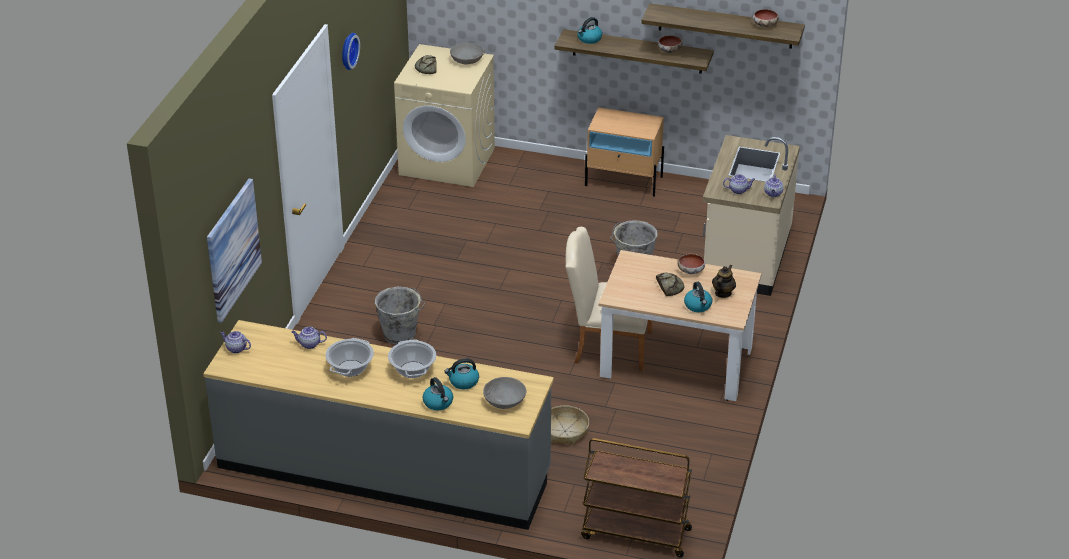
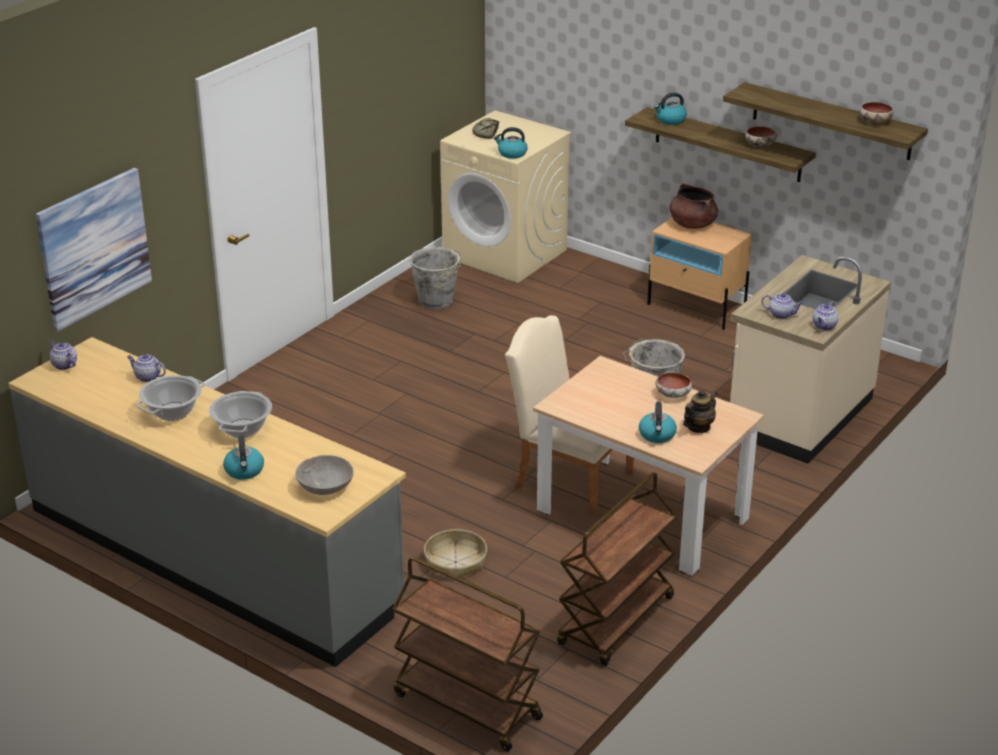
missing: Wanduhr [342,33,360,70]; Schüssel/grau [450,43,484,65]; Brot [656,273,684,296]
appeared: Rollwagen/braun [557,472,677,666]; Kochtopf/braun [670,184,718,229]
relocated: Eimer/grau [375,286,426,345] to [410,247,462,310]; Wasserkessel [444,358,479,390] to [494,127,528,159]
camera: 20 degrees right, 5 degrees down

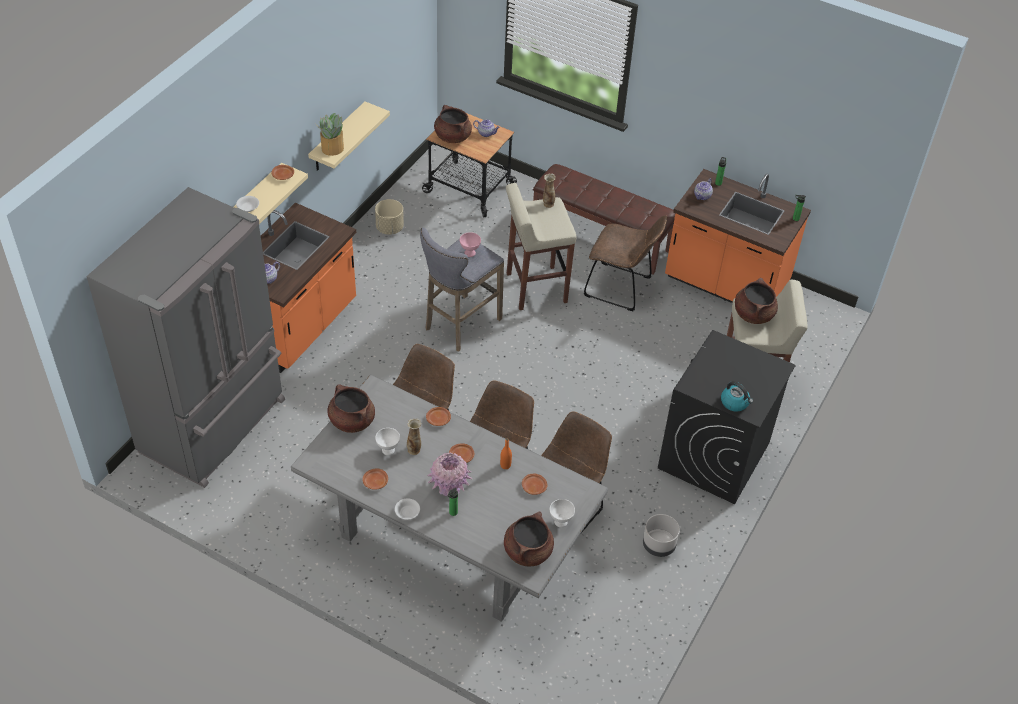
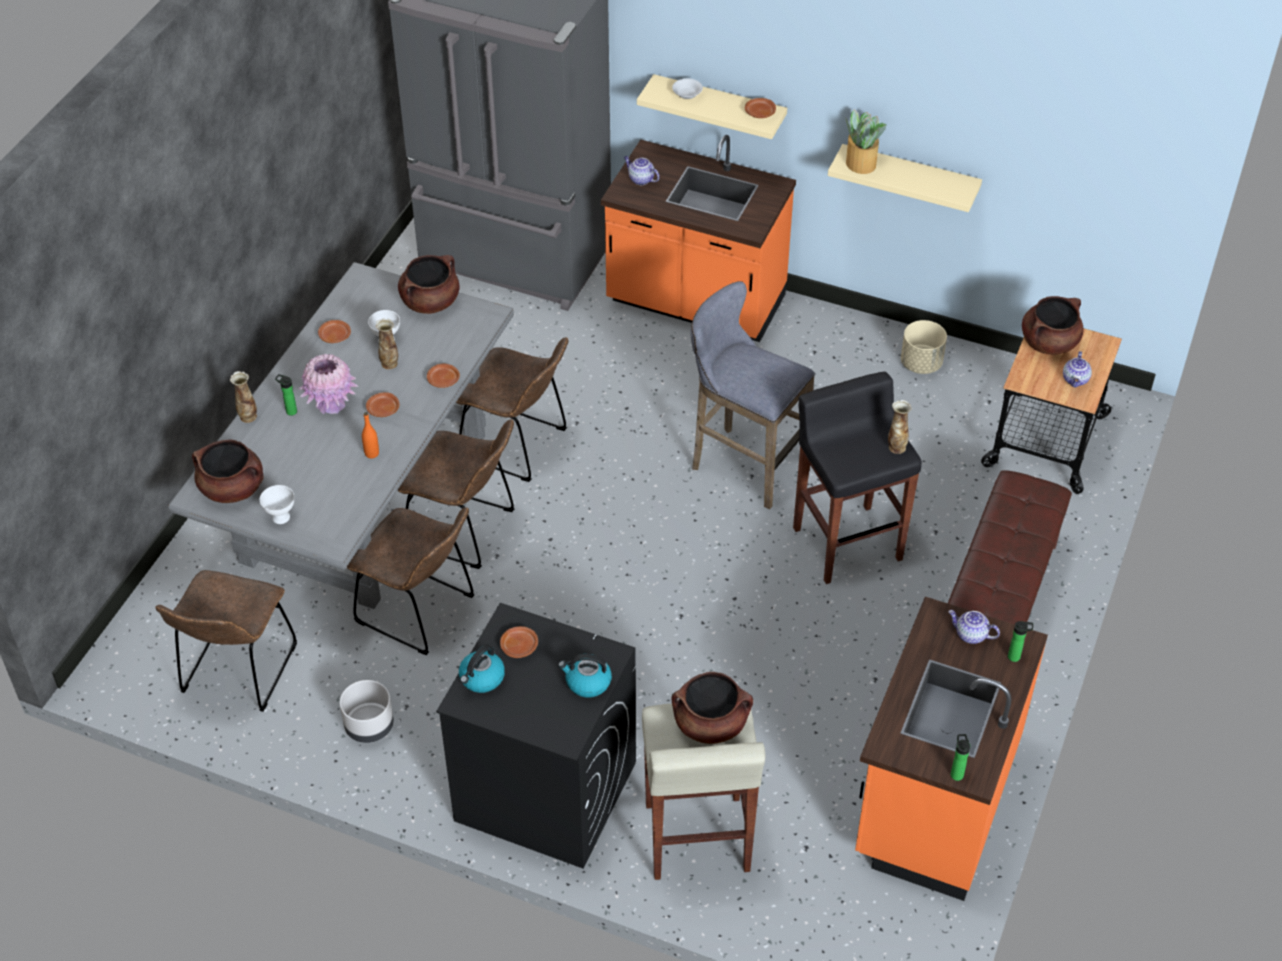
missing: Schüssel/weiß [395,498,420,520]; Schüssel/rosa [460,232,481,257]
appeared: Vase [230,371,257,423]; Wasserkessel [558,654,612,698]
relocated: Teller/braun [522,474,547,495] to [500,626,538,658]; Stuhl/braun [584,215,667,311] to [156,570,297,712]
colour: Hocker/beige [506,183,576,310] to Hocker/schwarz [793,372,922,584]
camera: 85 degrees right, 0 degrees up

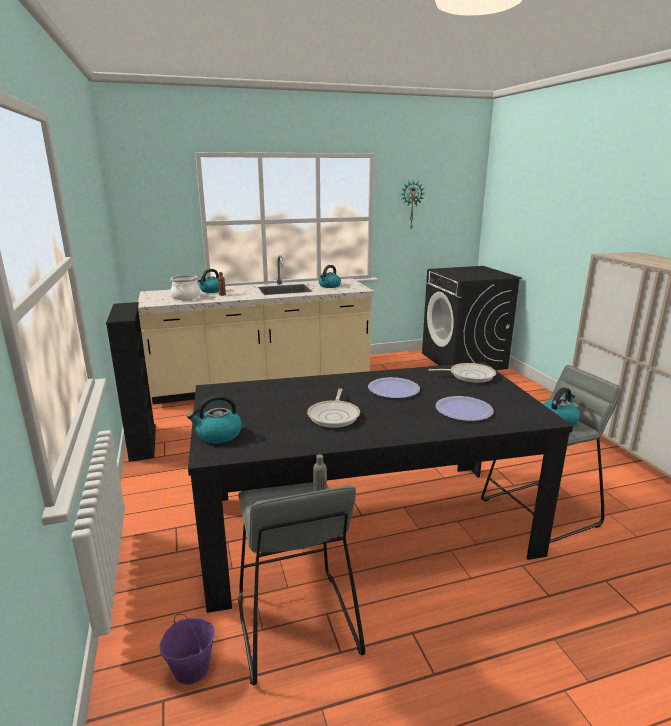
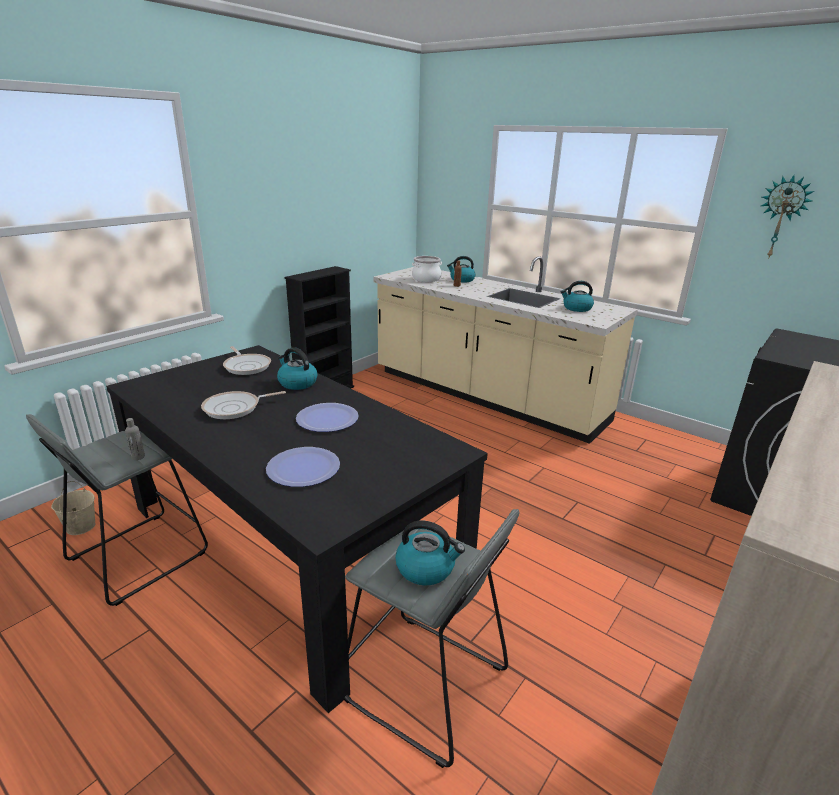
relocated: Wasserkessel [187,395,242,444] to [277,347,318,390]; Pfanne [428,363,496,383] to [223,346,271,375]
colour: Eimer/lila [160,614,215,685] to Eimer/beige [51,481,95,535]
camera: 55 degrees right, 5 degrees up

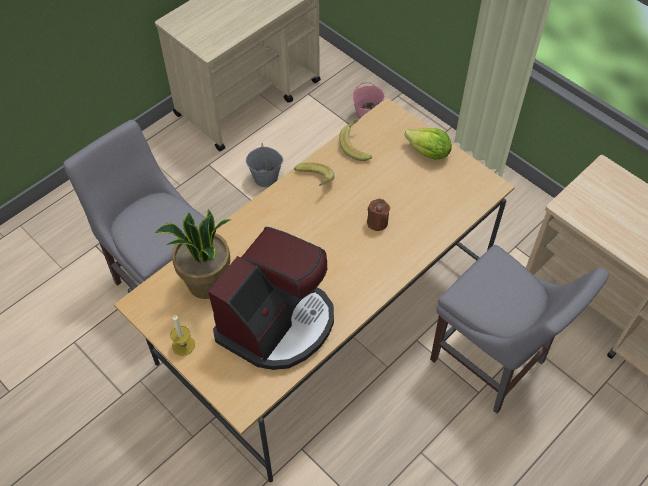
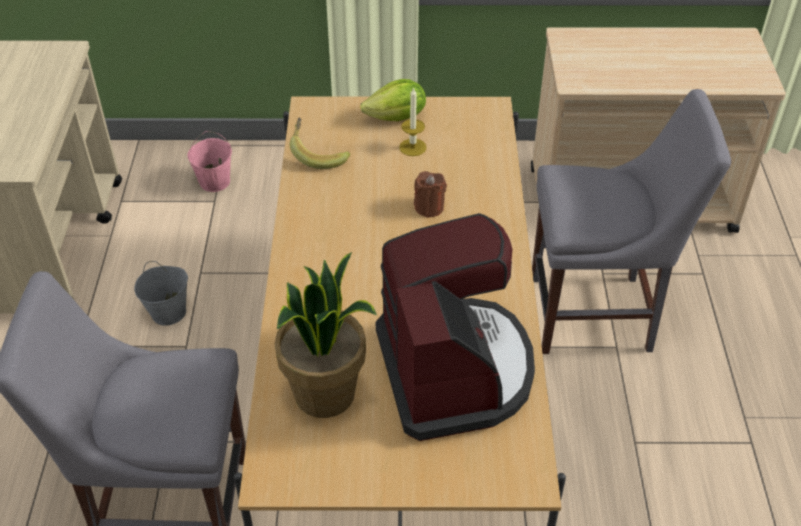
missing: Banane [294,162,334,186]
relocated: Kerze [170,315,195,356] to [399,87,427,156]
camera: 45 degrees left, 10 degrees down

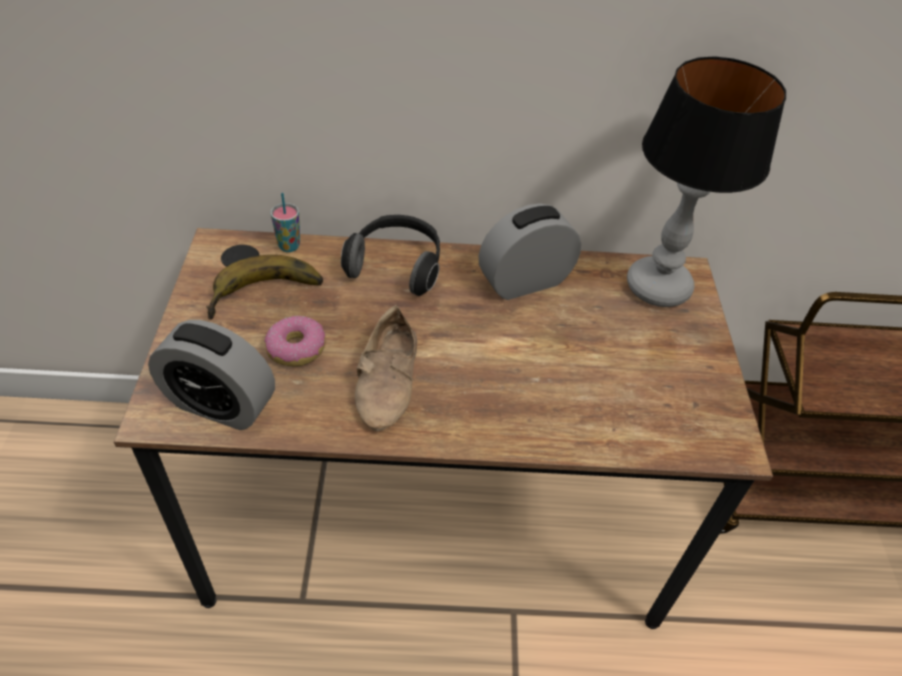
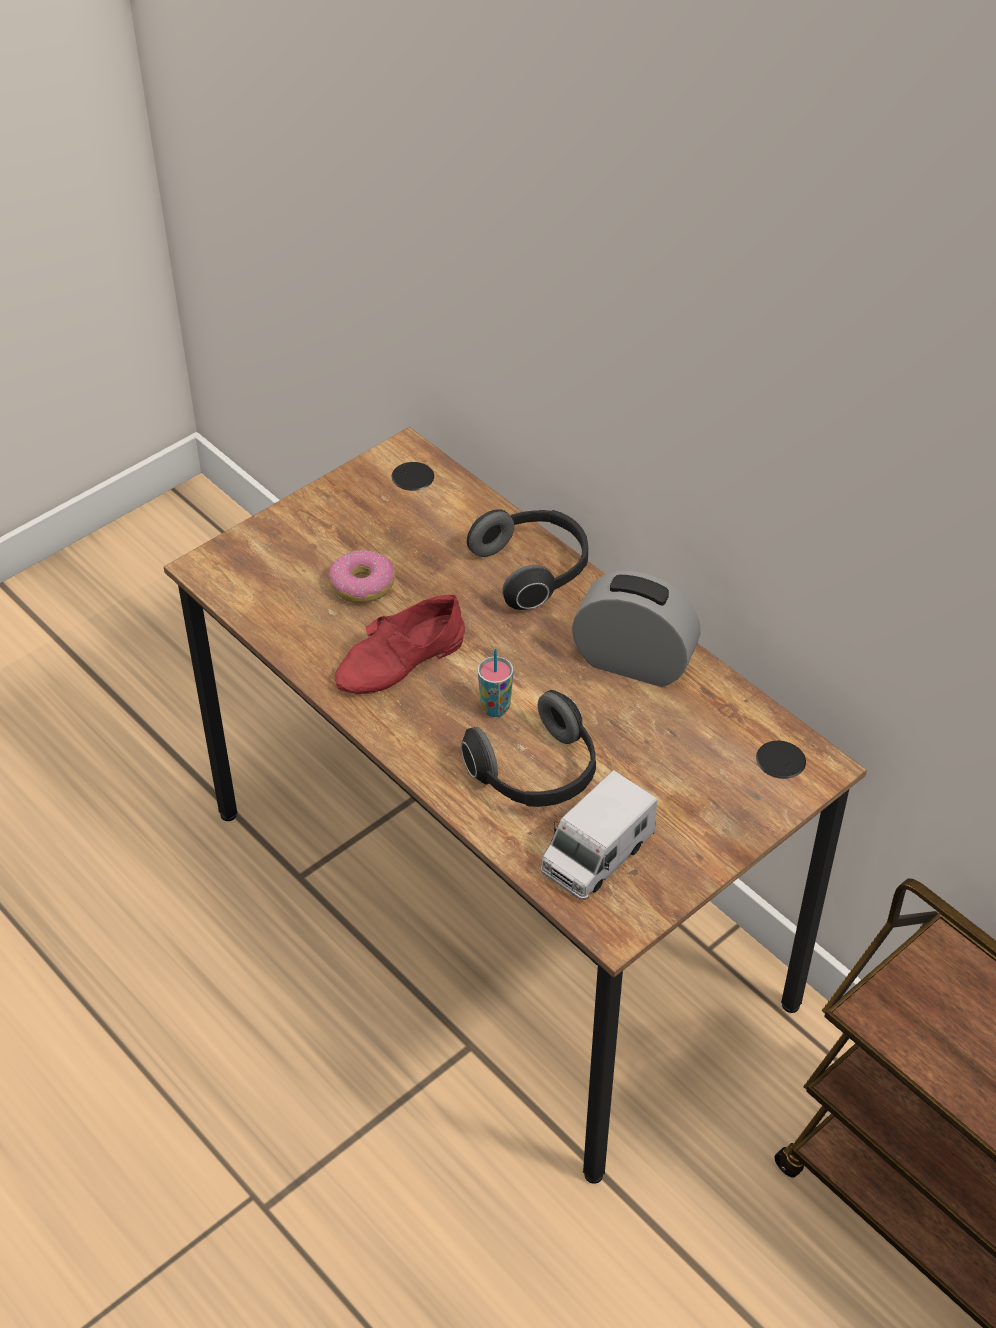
missing: Wecker [148,320,275,430]; Banane [206,255,323,320]; Tischlampe [627,56,786,307]
appeared: Kopfhörer [461,690,596,807]; Spielzeuglaster [541,770,657,900]
relocated: Tasse [270,193,300,252] to [477,649,513,717]
colour: Schuh/beige [355,305,417,431] to Schuh/rot [335,595,465,694]
camera: 50 degrees right, 0 degrees up

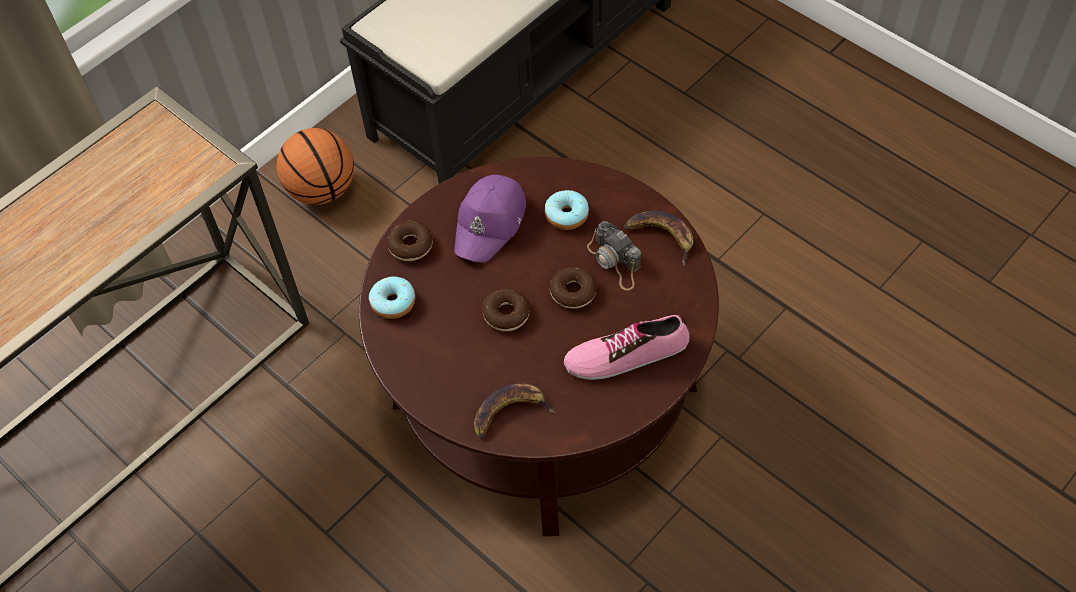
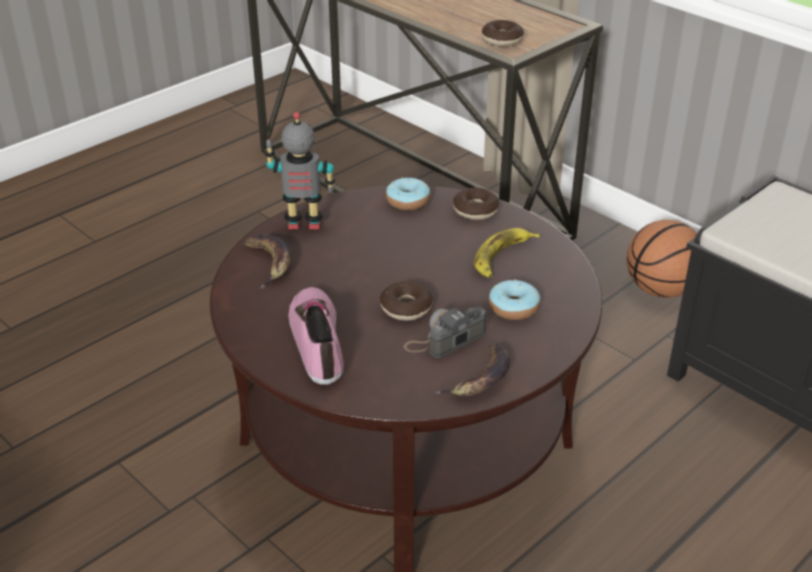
appeared: Spielzeugroboter [265,112,335,229]
relocated: Donut [482,288,530,332] to [482,20,524,46]
exchanged: Kappe/lila [454,175,526,262] to Banane [474,228,540,278]
camera: 90 degrees right, 20 degrees down

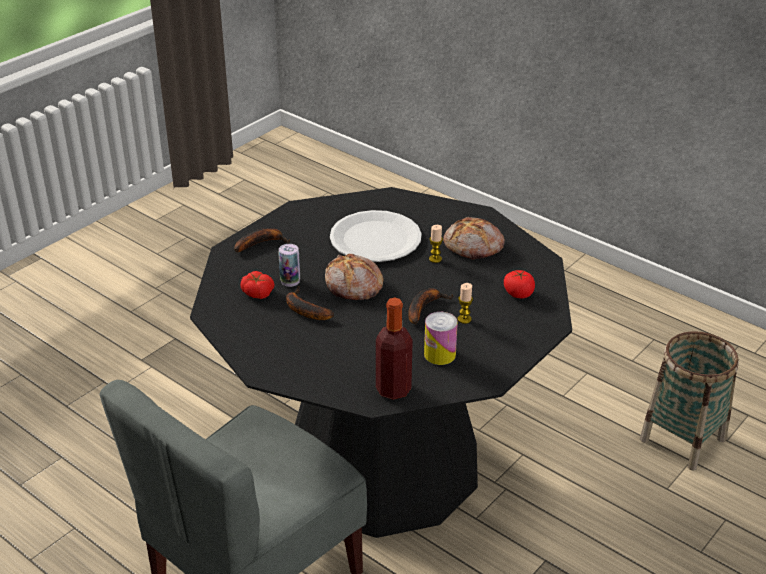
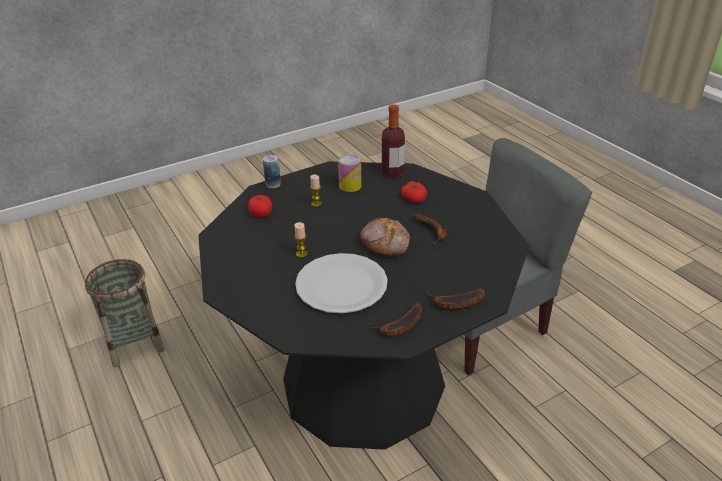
missing: Brot [443,217,505,260]
relocated: Tomate [240,271,274,299] to [401,181,427,203]; Dose [278,244,300,287] to [263,155,281,188]; Banane [408,288,454,324] to [368,302,422,337]
camera: 160 degrees left, 0 degrees up

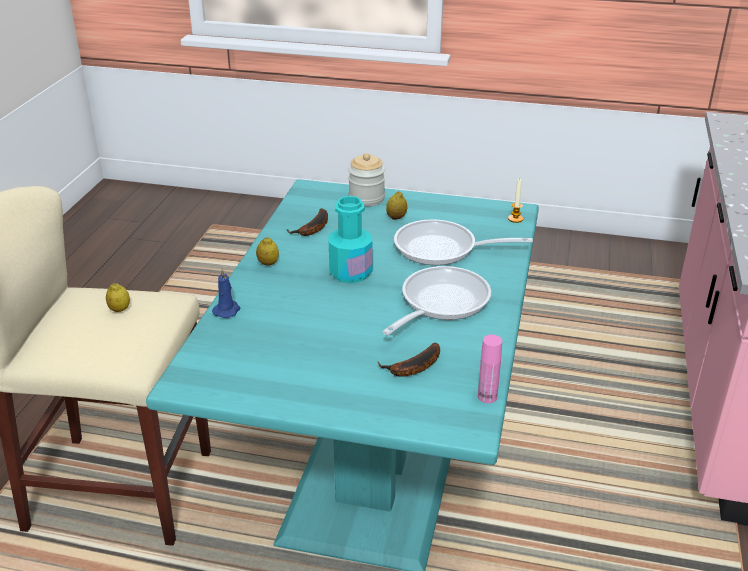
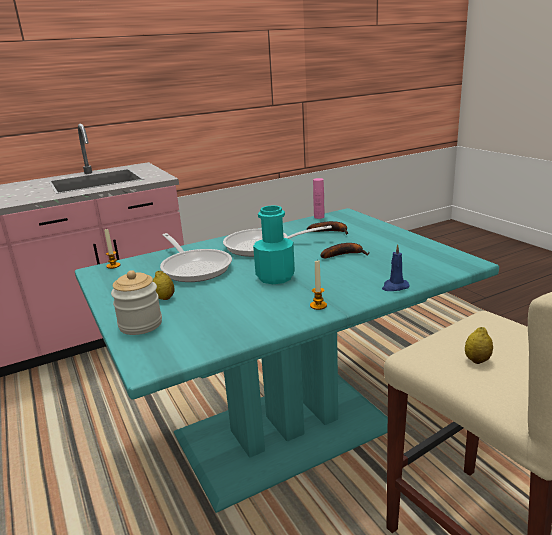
relocated: Banane [286,208,328,236] to [321,243,369,258]
exchanged: Zitrone [256,237,279,266] to Kerze [310,260,327,310]
camera: 130 degrees left, 10 degrees down

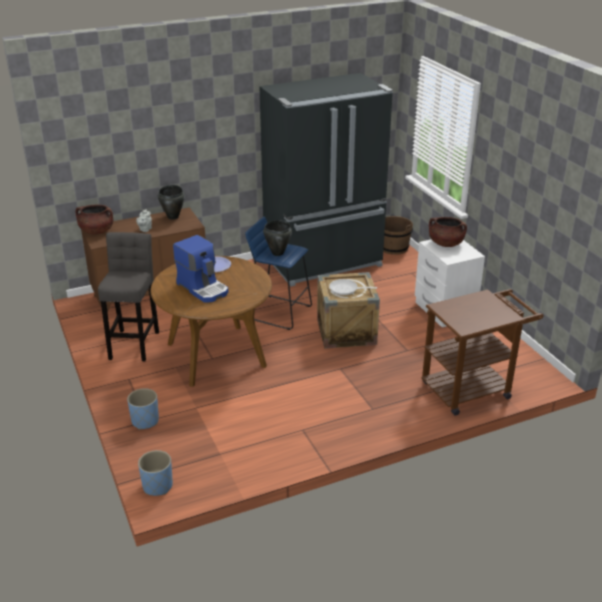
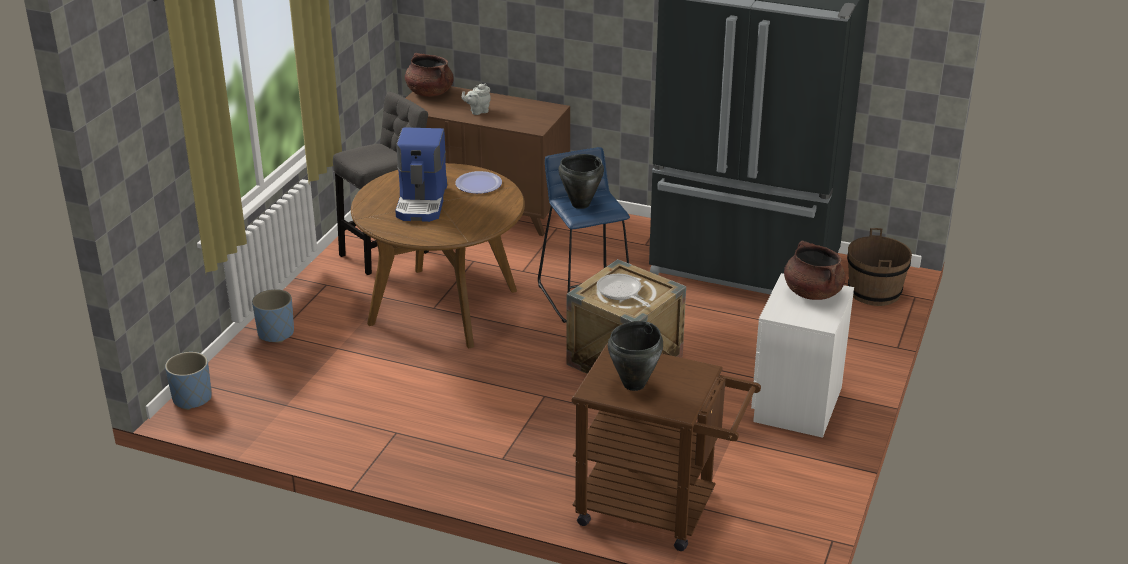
relocated: Kochtopf/schwarz [158,185,185,220] to [608,321,663,391]
camera: 45 degrees right, 0 degrees up

